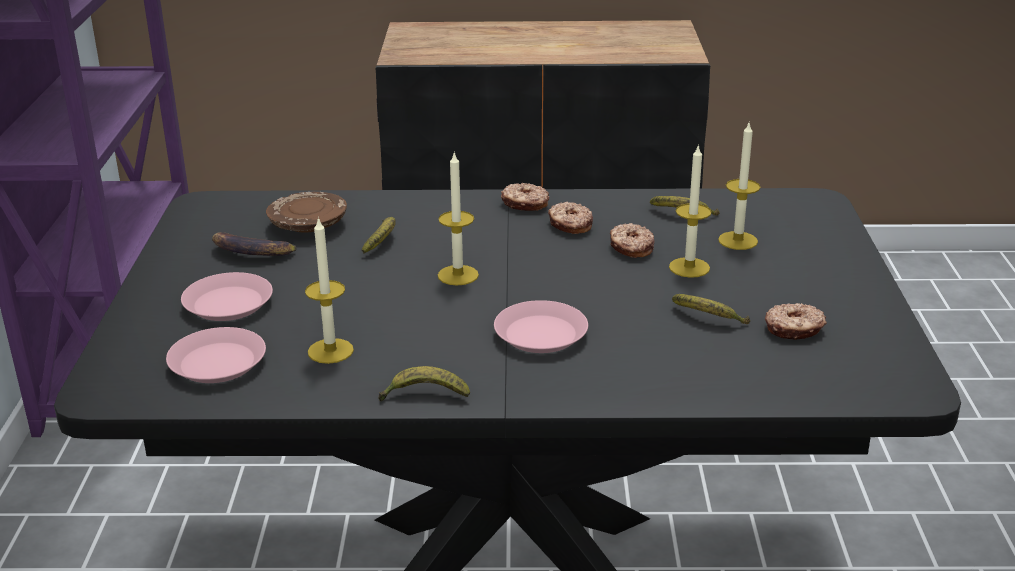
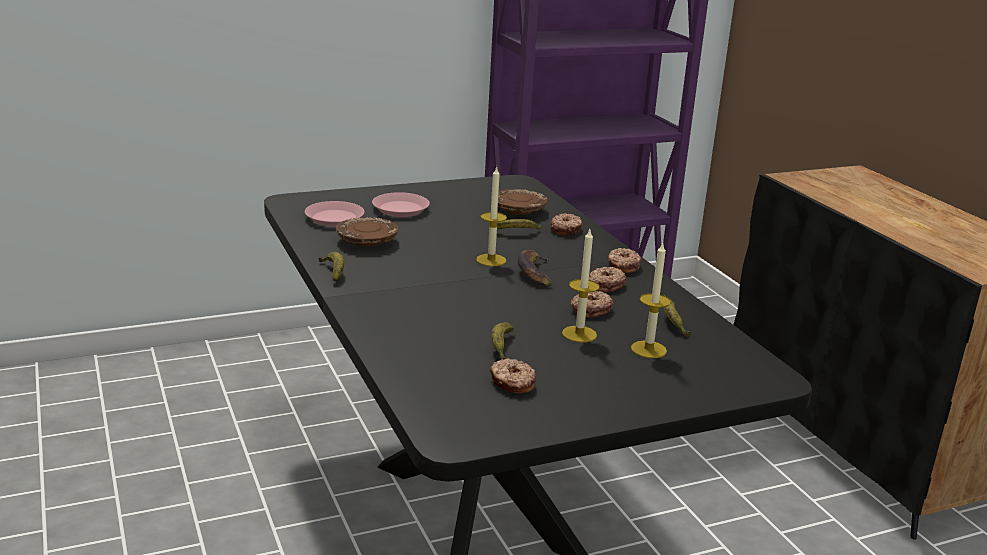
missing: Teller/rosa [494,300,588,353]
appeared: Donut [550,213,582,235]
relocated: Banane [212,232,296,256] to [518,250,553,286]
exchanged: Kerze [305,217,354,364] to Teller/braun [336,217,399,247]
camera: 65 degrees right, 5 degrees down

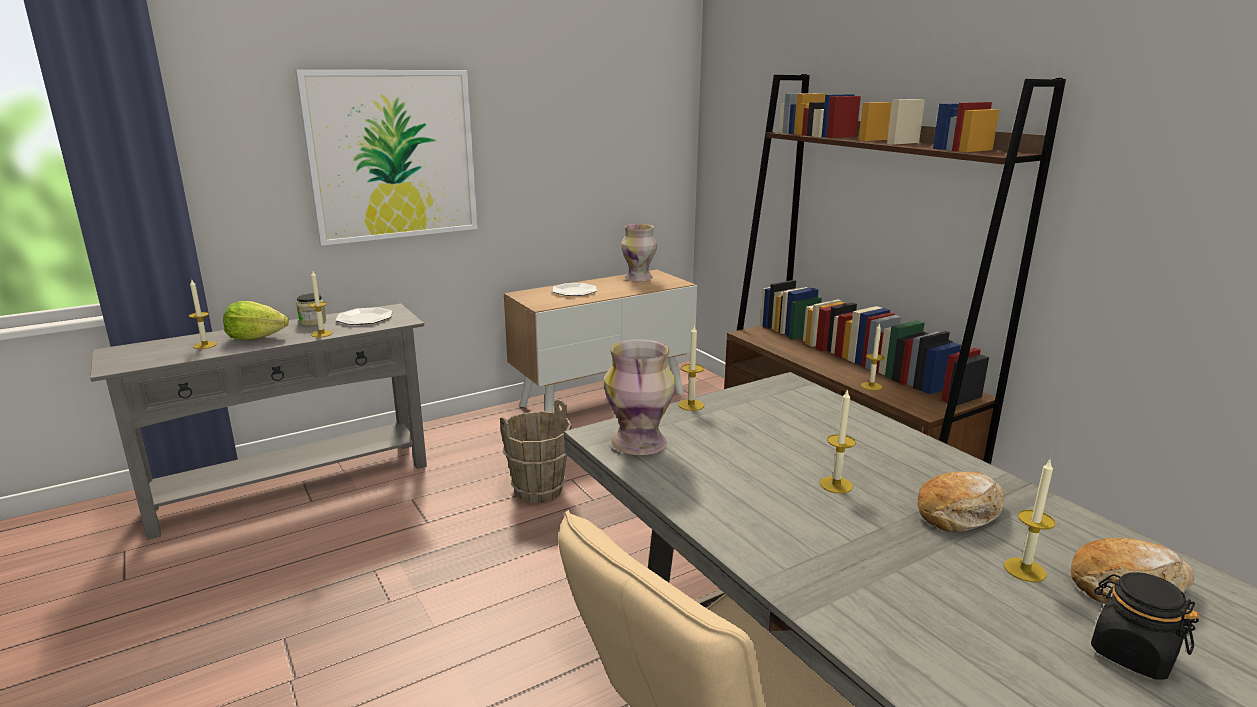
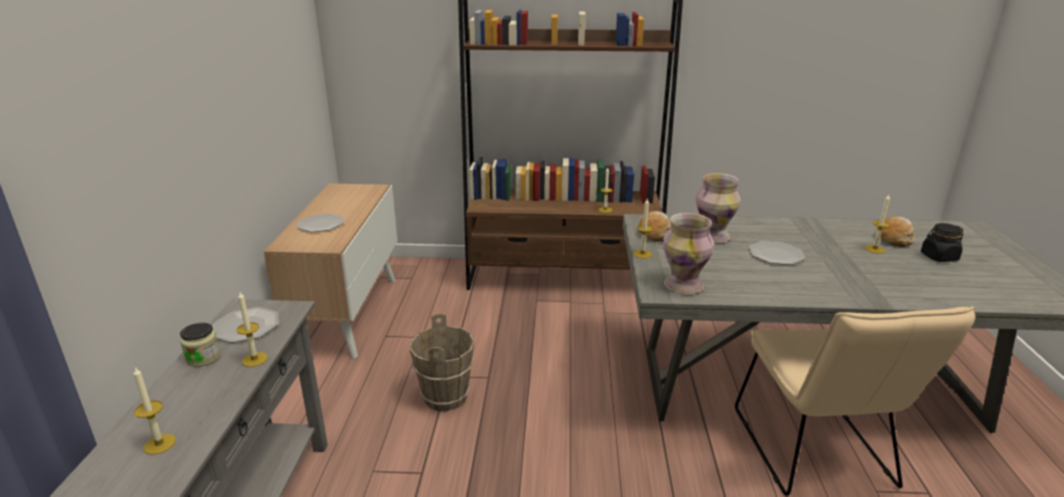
missing: Salatkopf [223,301,289,340]; Bild [295,70,478,246]
relocated: Vase [621,224,657,282] to [696,173,741,243]; Brot [917,472,1005,532] to [639,211,671,242]
exchanged: Kerze [820,389,856,494] to Teller [749,241,805,265]
camera: 55 degrees left, 5 degrees up

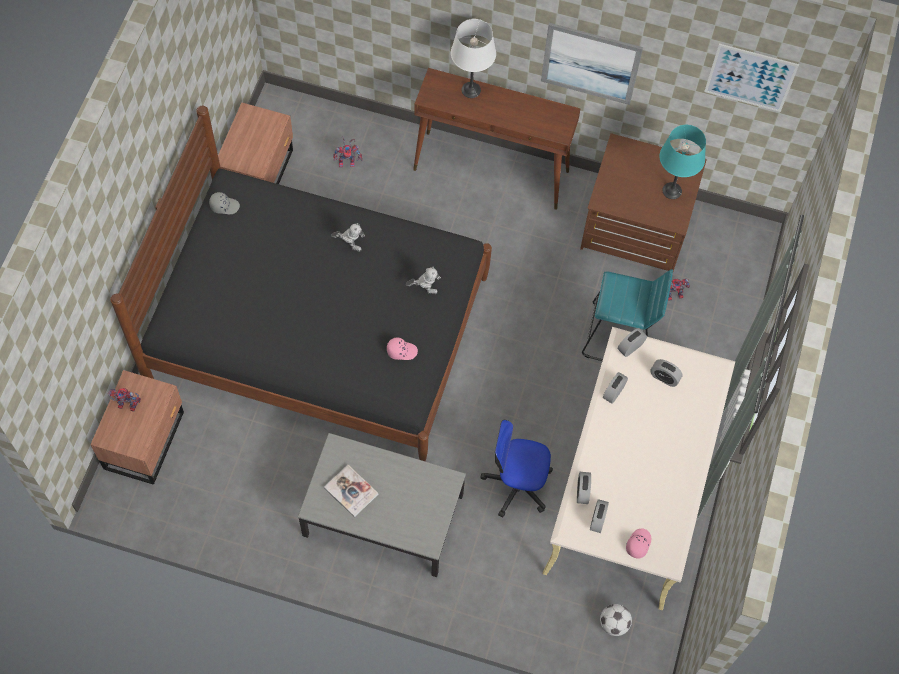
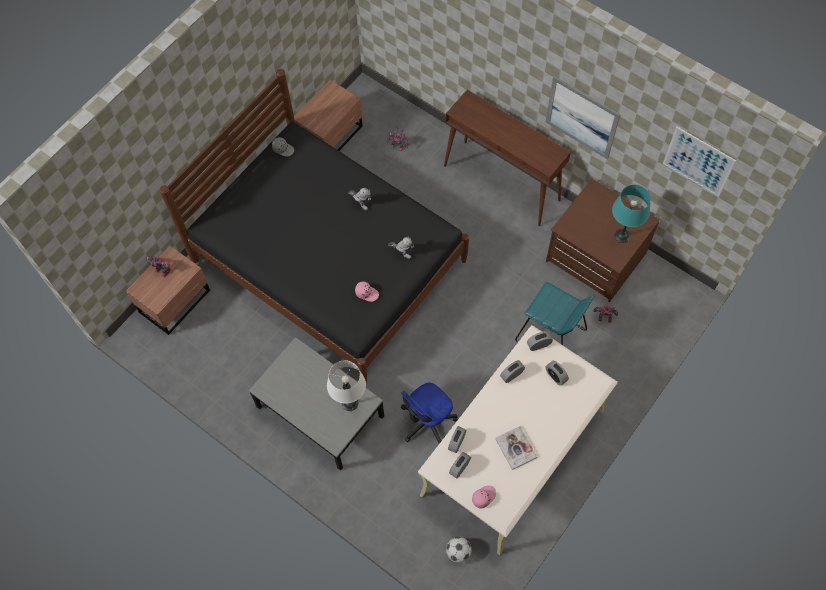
relocated: Buch [324,465,378,517] to [495,426,537,470]; Tischlampe/weiß [451,19,496,98] to [327,360,366,411]
spun: Bürostuhl [480,420,553,518] = [401,383,458,445] 75 degrees counterclockwise
camera: 25 degrees right, 0 degrees up

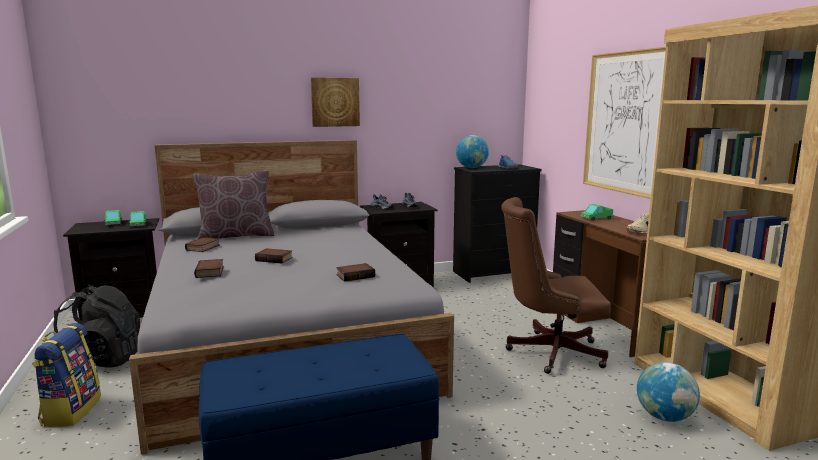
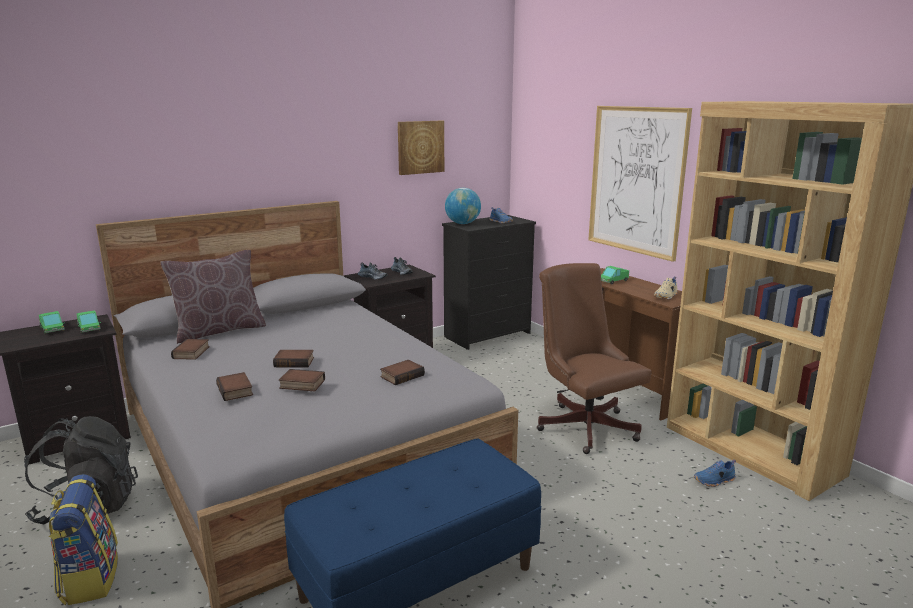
appeared: Buch [279,369,325,391]
relocated: Bild [311,77,360,127] to [398,121,444,175]
exchanged: Globus [637,362,700,422] to Schuh/blau [694,460,736,487]
spun: Bürostuhl/braun [501,197,611,374] = [537,263,652,454] 75 degrees clockwise
camera: 15 degrees left, 5 degrees up

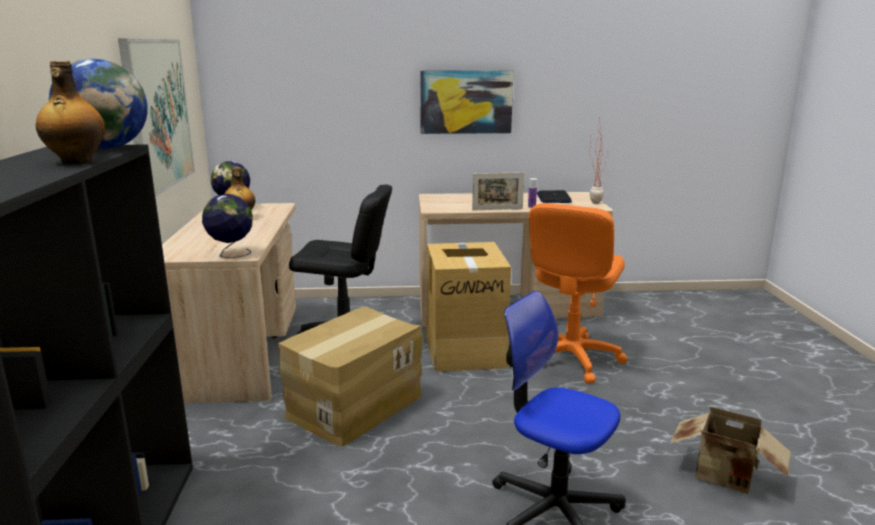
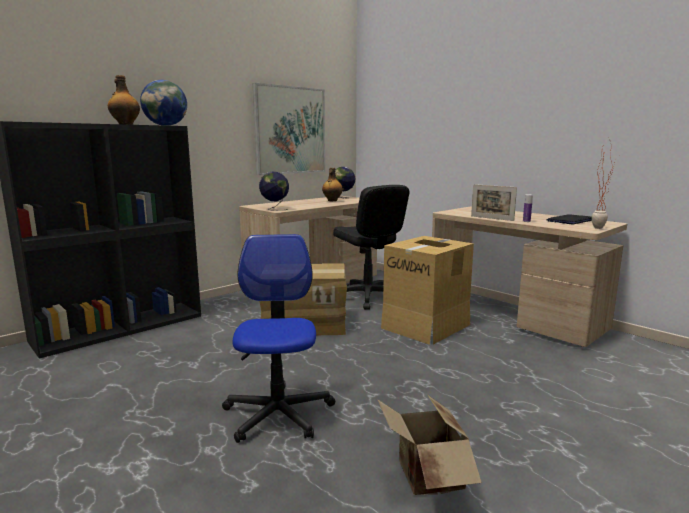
missing: Bild [420,70,513,134]; Bürostuhl/orange [529,203,627,383]
camera: 50 degrees right, 5 degrees down

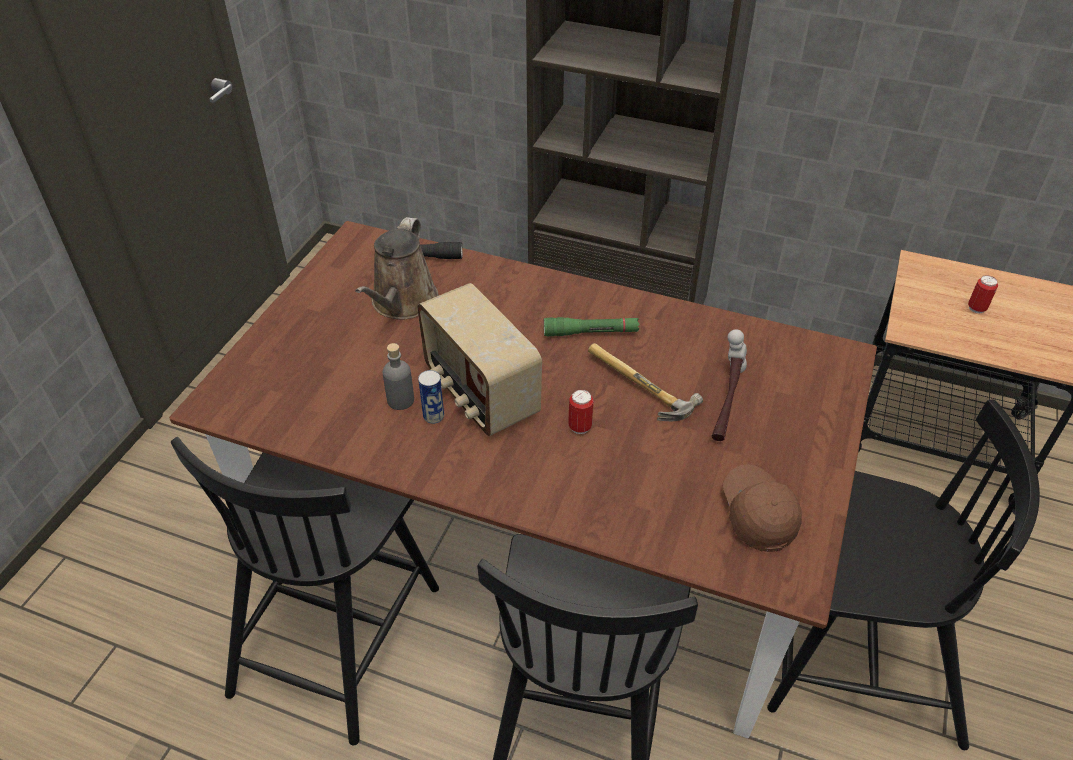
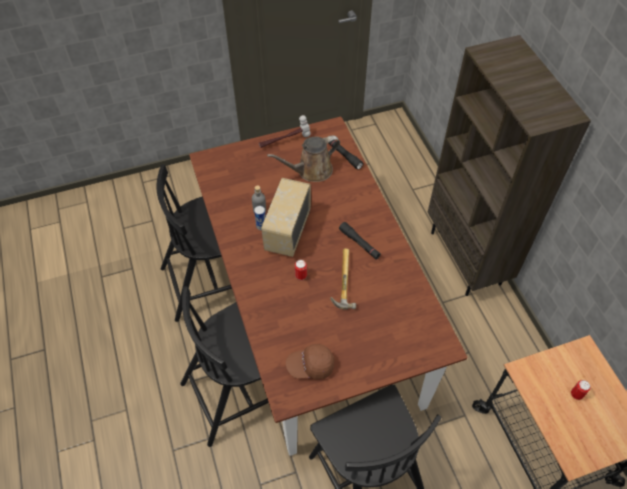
relocated: Hammer [712,329,747,441] to [259,115,311,148]
colour: Taschenlampe/grün [544,317,639,336] to Taschenlampe/schwarz [339,222,381,260]
spun: Kappe/braun [723,464,802,552] = [286,344,335,379] 135 degrees counterclockwise
camera: 50 degrees right, 10 degrees up

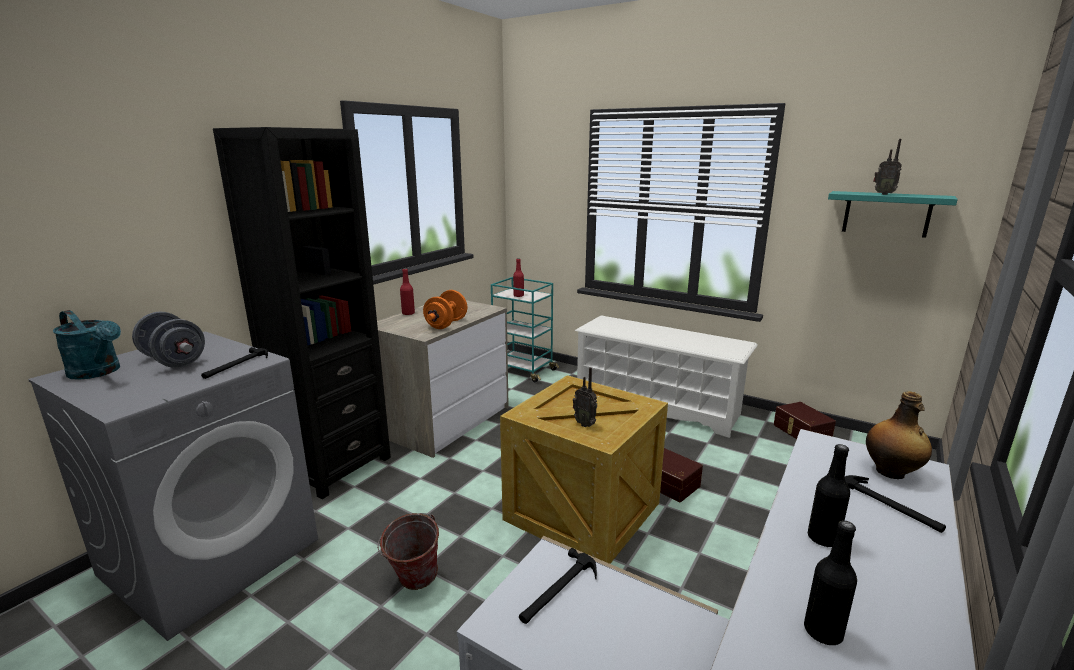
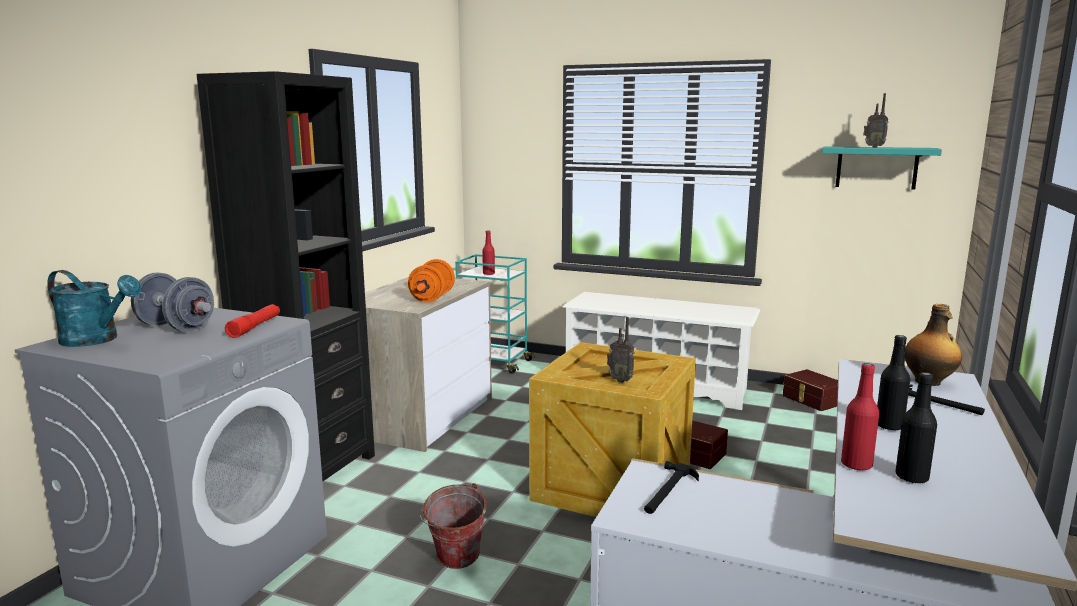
relocated: Flasche/rot [400,268,415,315] to [841,363,879,471]
exchanged: Hammer [201,347,268,379] to Taschenlampe/rot [225,304,280,338]
camera: 10 degrees left, 5 degrees down

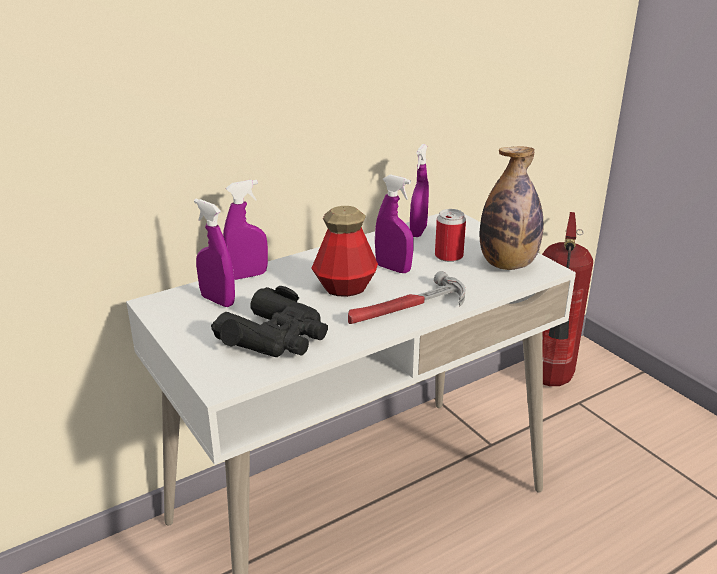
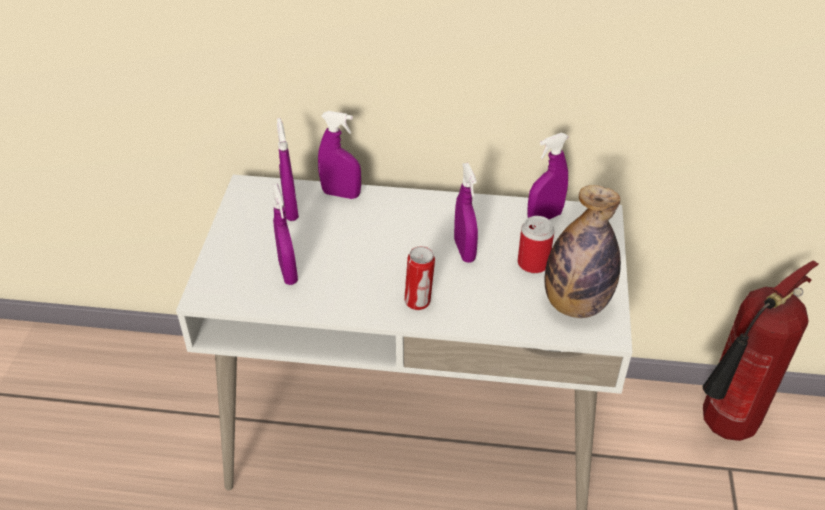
missing: Flasche [311,206,378,297]
exchanged: Fernglas/schwarz [211,286,328,357] to Sprühflasche/lila [272,184,298,285]; Hammer [348,271,465,324] to Dose [404,246,435,310]
camera: 40 degrees right, 15 degrees up

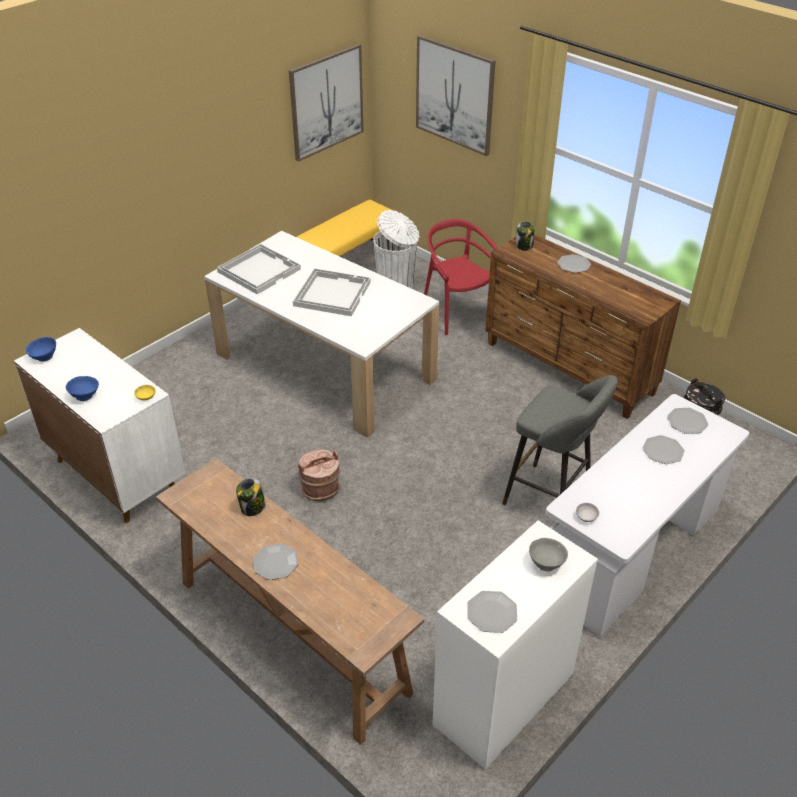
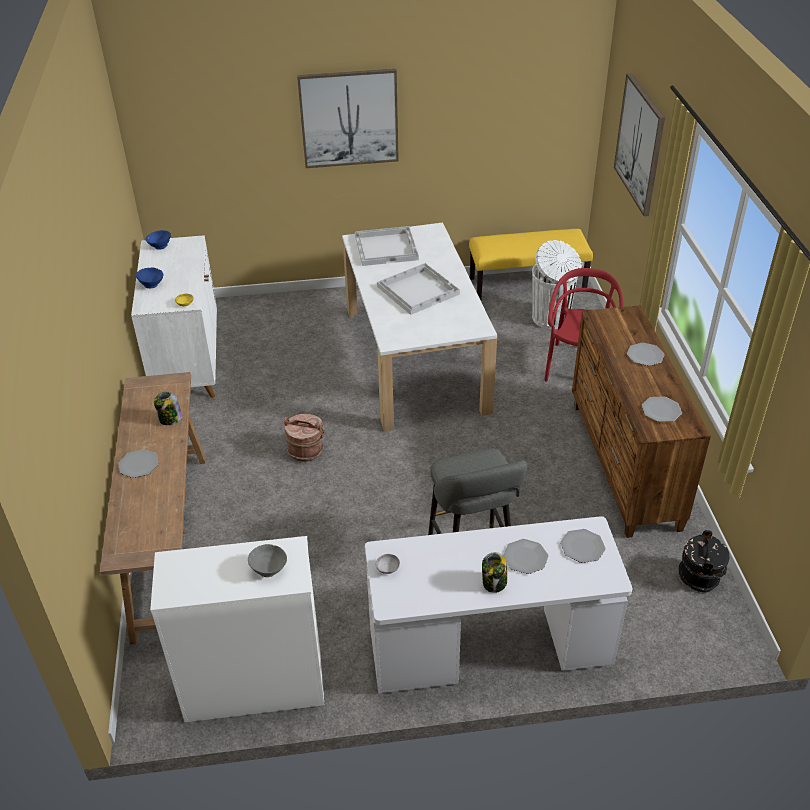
relocated: Bild [289,44,364,162] to [297,69,399,168]; Teller [467,591,517,633] to [641,396,682,422]; Vorratsglas [516,221,534,251] to [482,552,507,593]
camera: 40 degrees right, 0 degrees up

